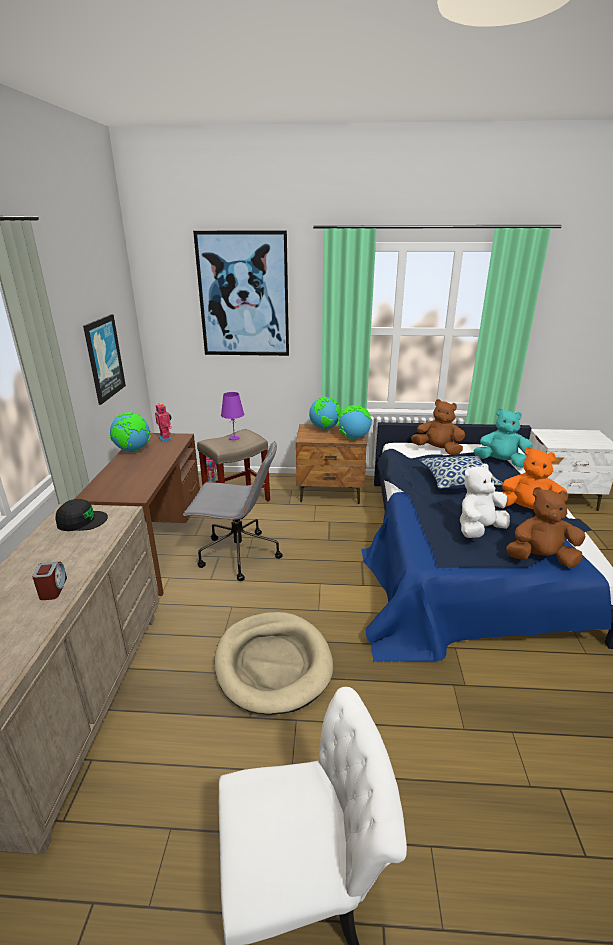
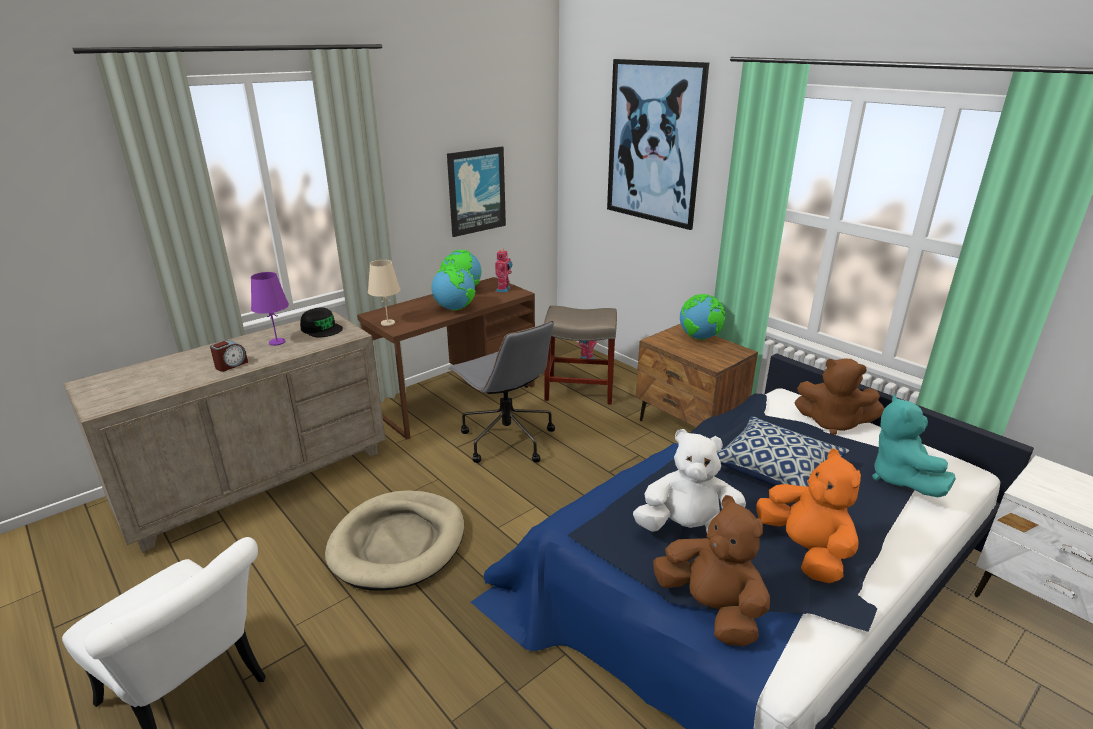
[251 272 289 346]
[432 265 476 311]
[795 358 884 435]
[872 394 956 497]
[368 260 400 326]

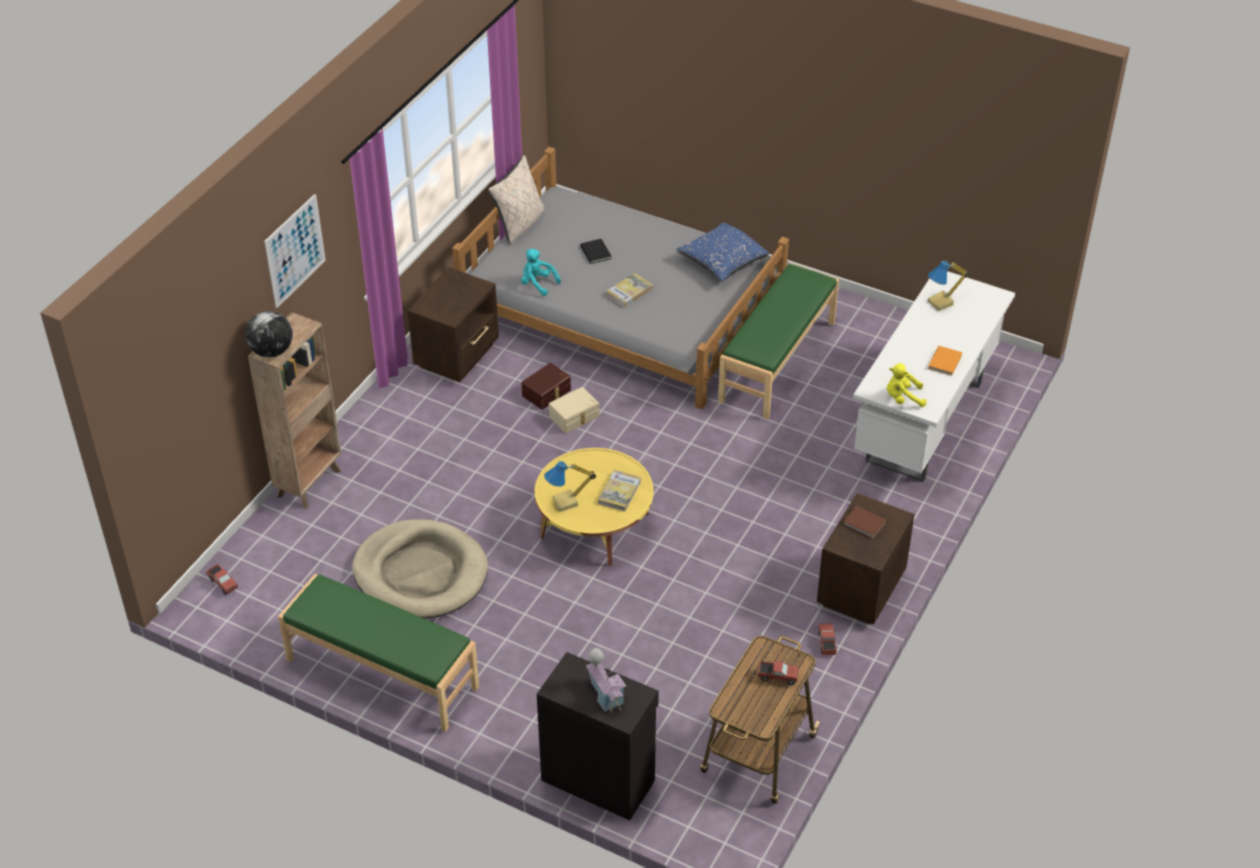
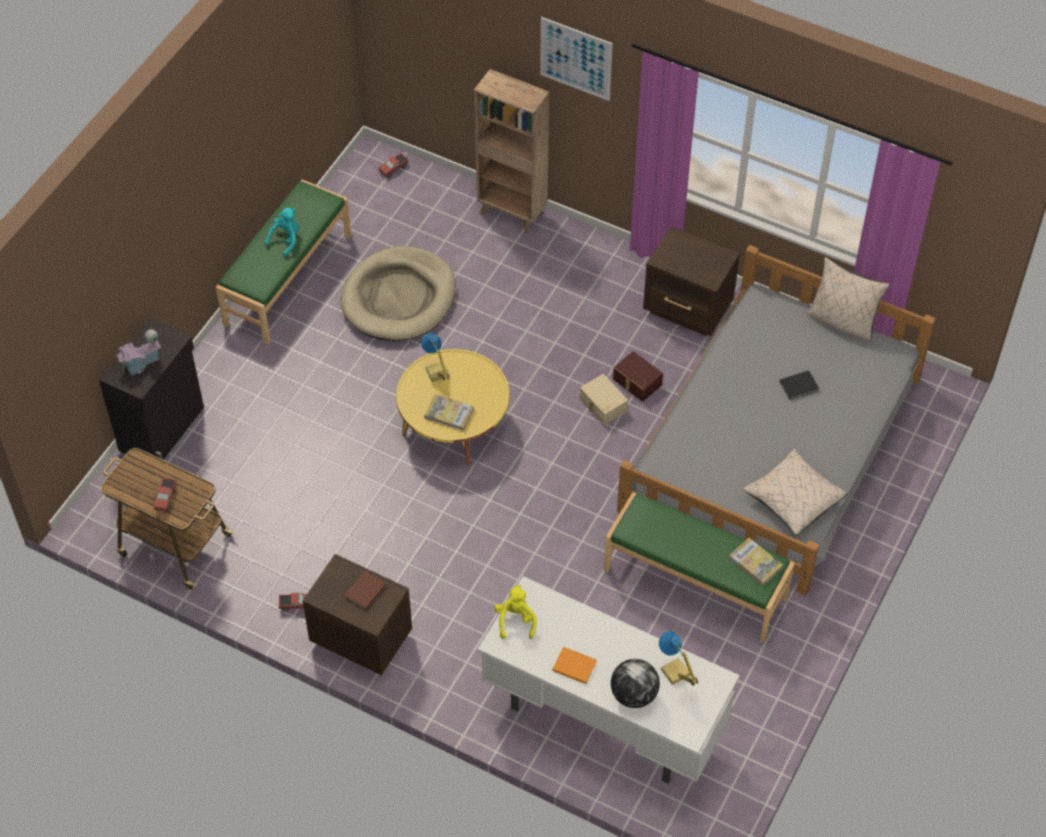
[611 659 660 708]
[265 208 299 257]
[729 538 783 586]
[743 449 848 536]

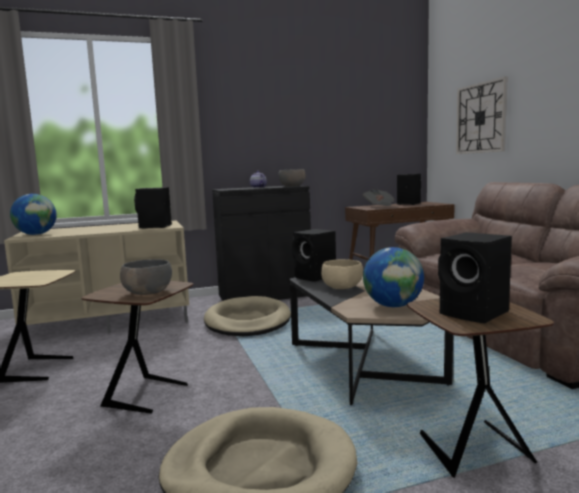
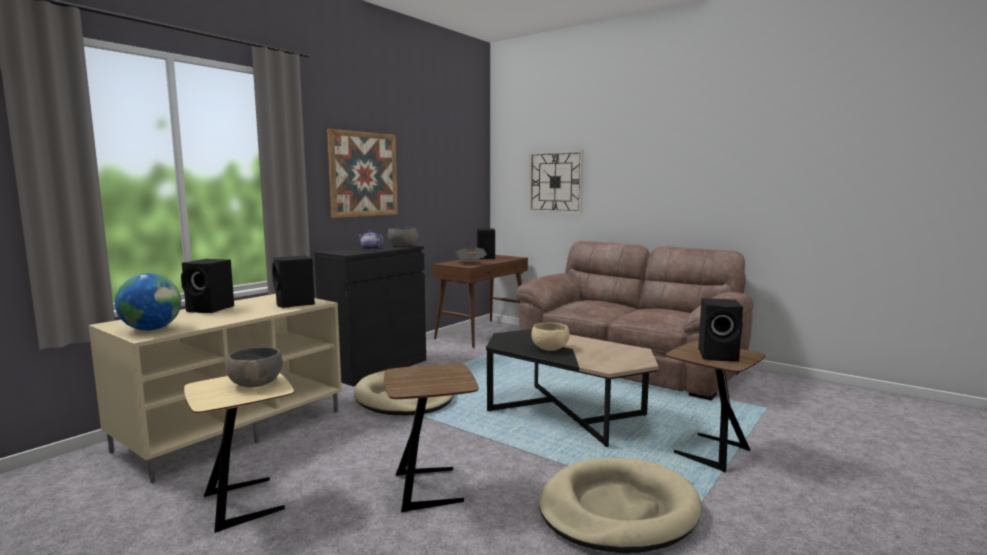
[226 347 283 387]
[181 259 234 313]
[363 247 424 307] (first image)
[327 129 398 218]

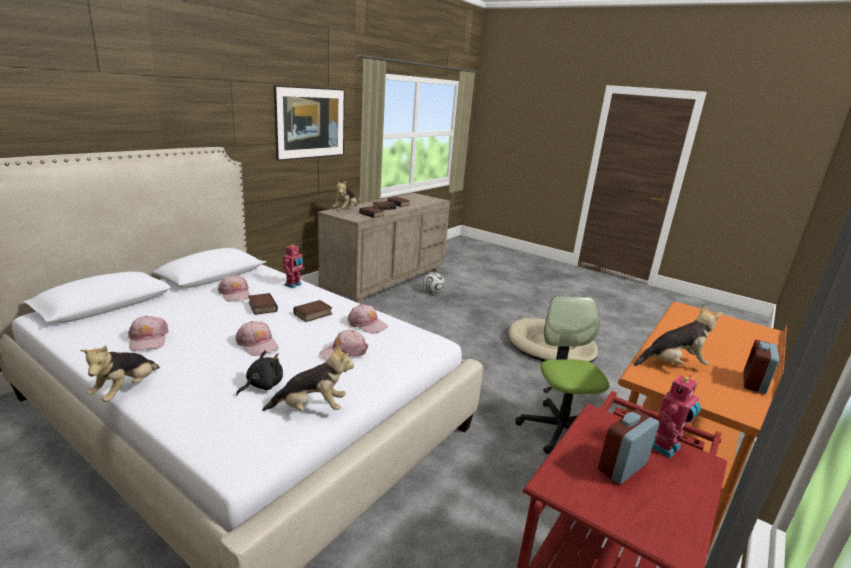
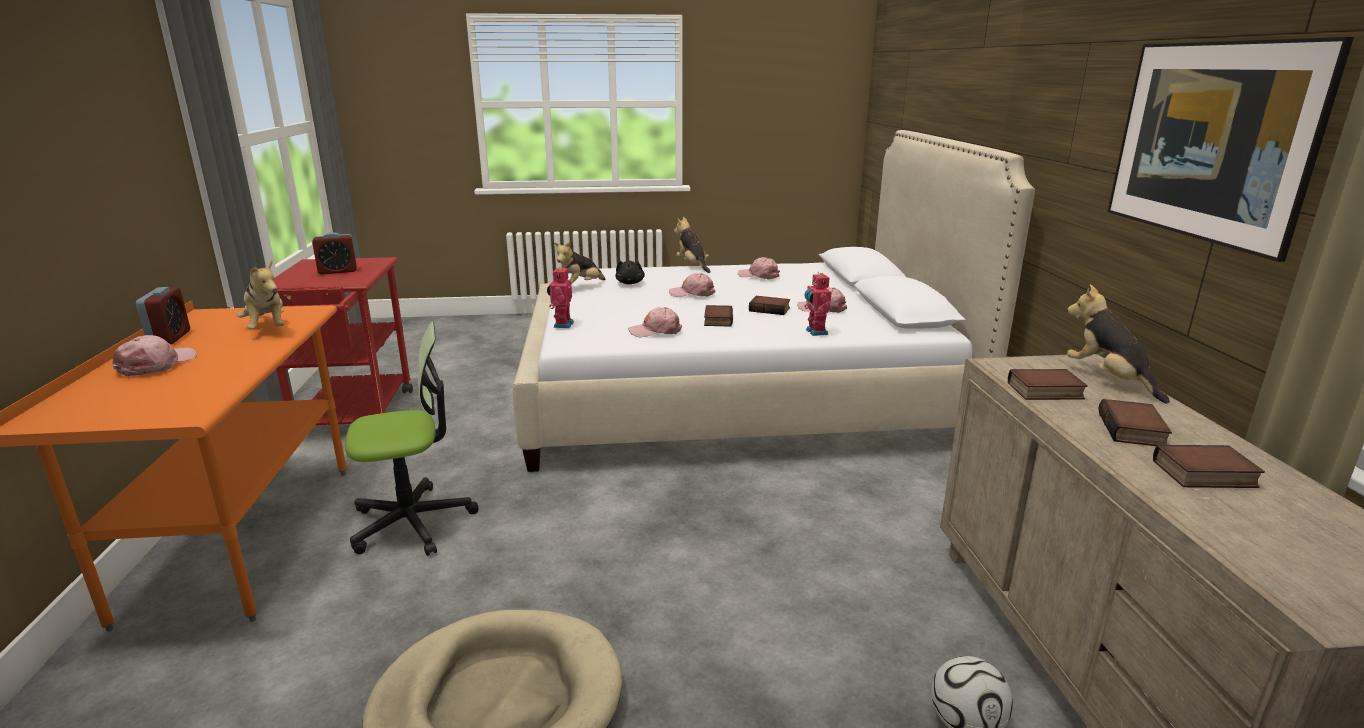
[113 335 197 376]
[345 322 479 556]
[312 232 357 275]
[237 260 284 329]
[547 266 574 328]

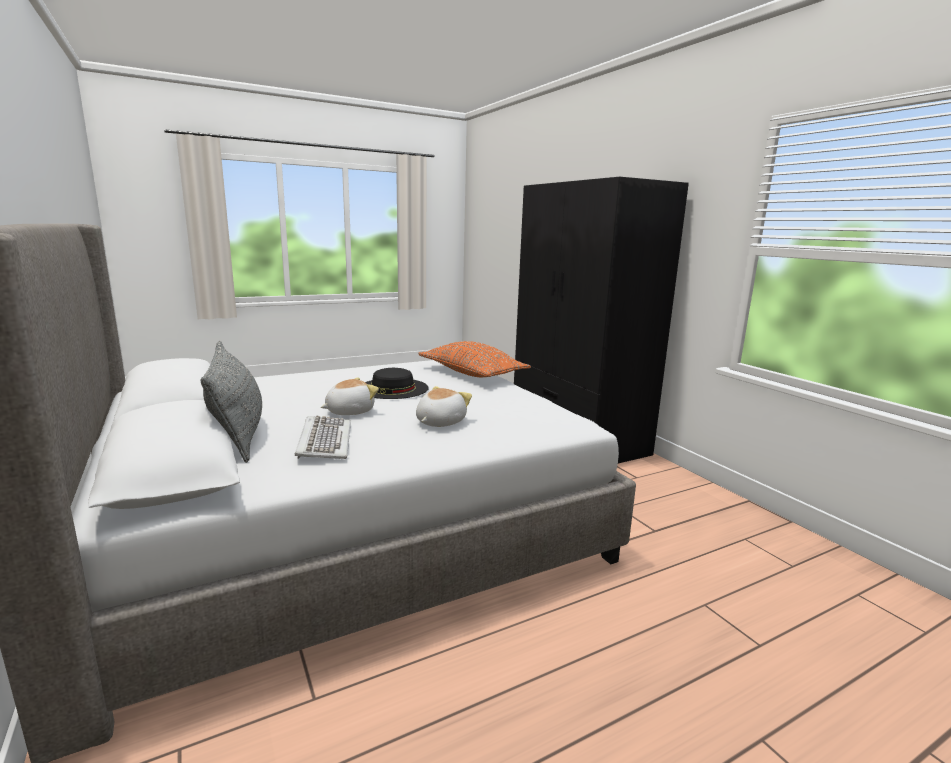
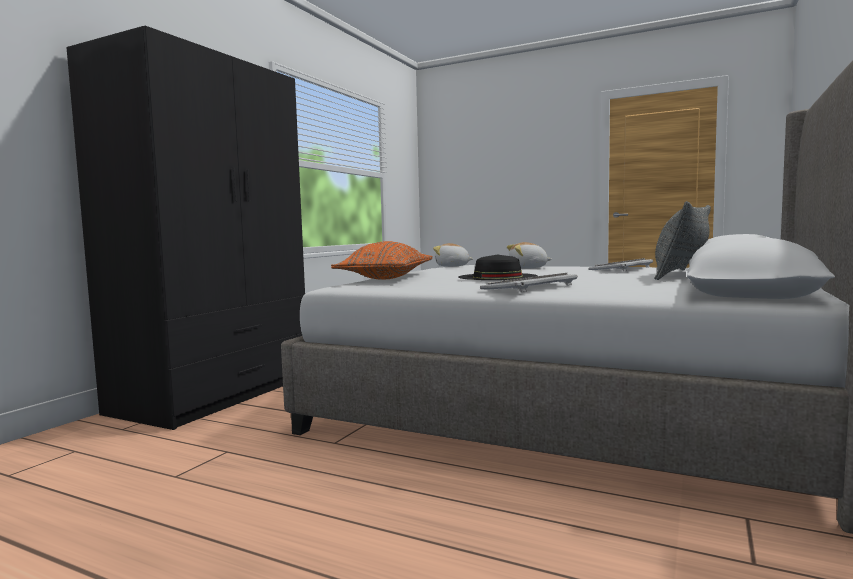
[433 243 473 267]
[480 273 578 293]

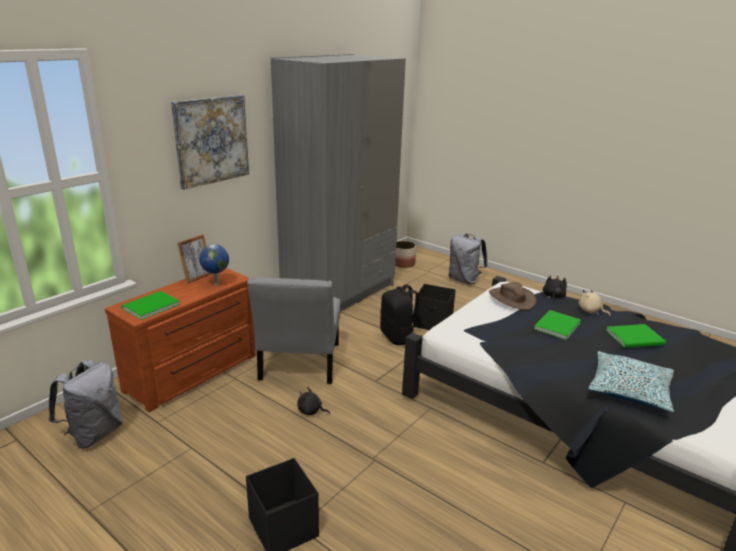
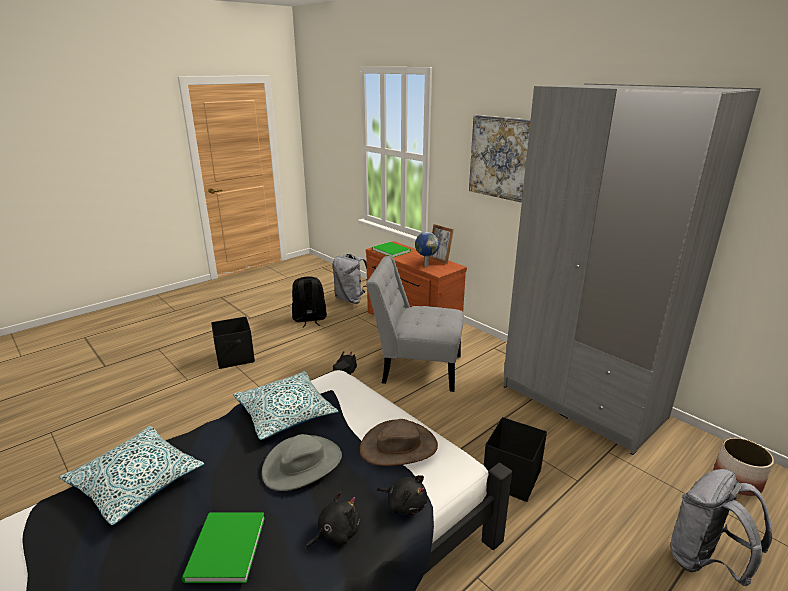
[292 276 327 328]
[262 434 342 491]
[305 491 360 549]
[233 371 339 440]

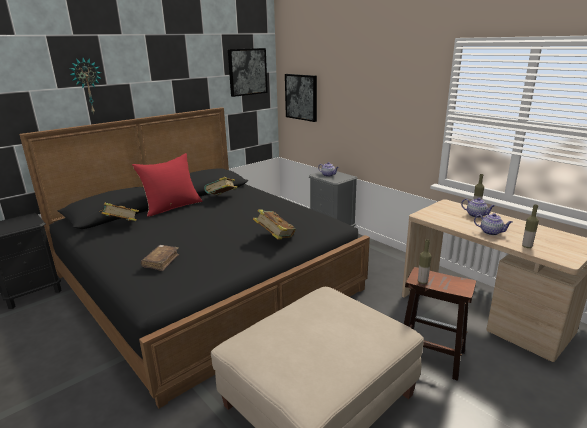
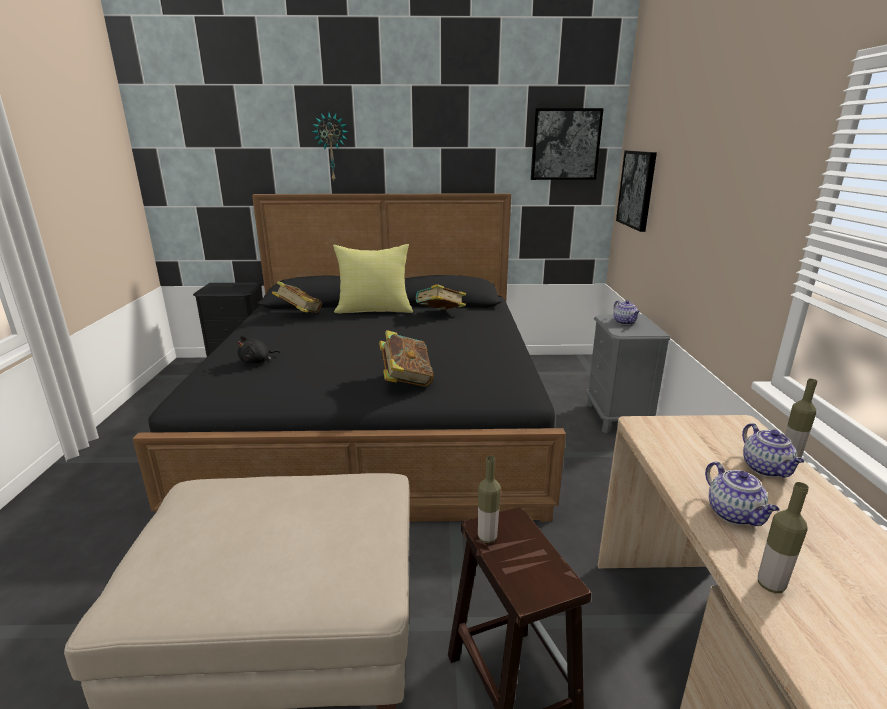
[333 244 413 314]
[237 336 280 364]

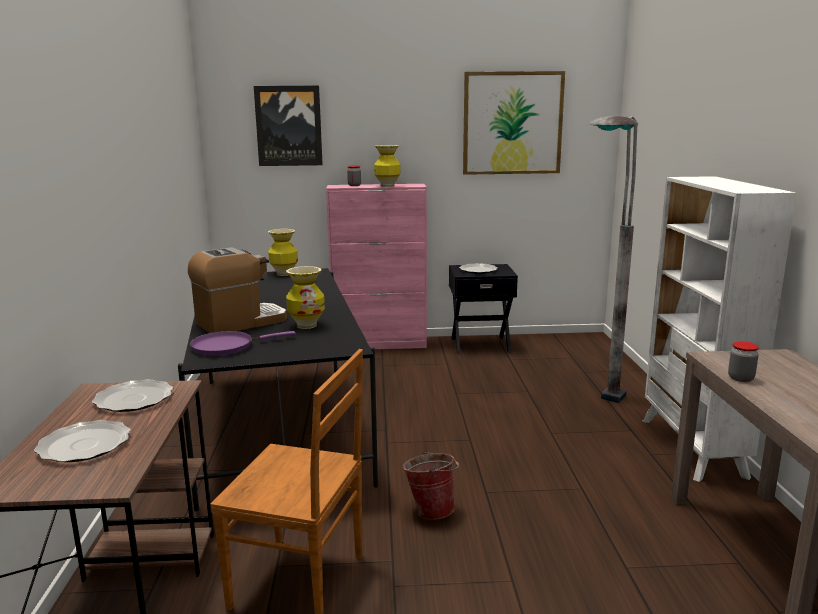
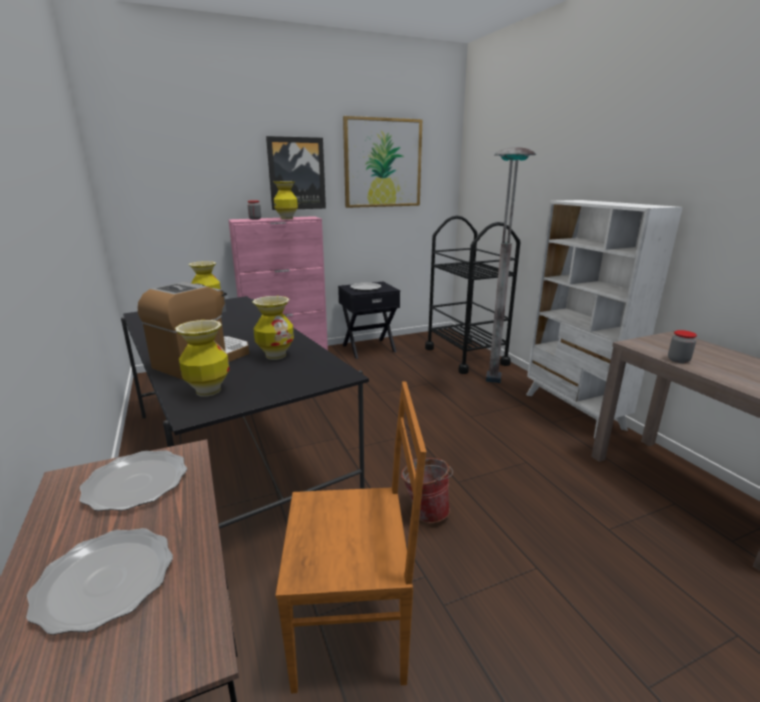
[175 320 230 397]
[266 136 326 210]
[425 216 520 374]

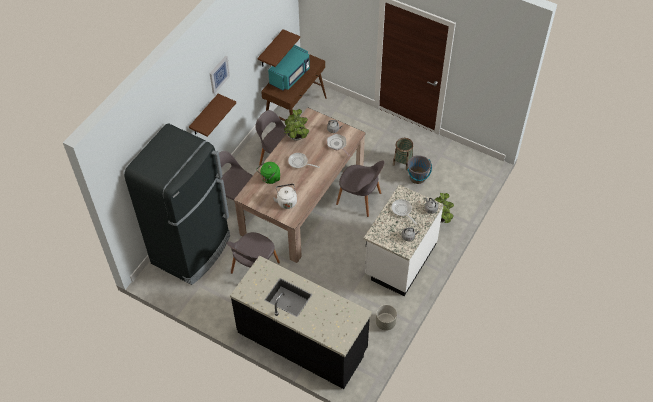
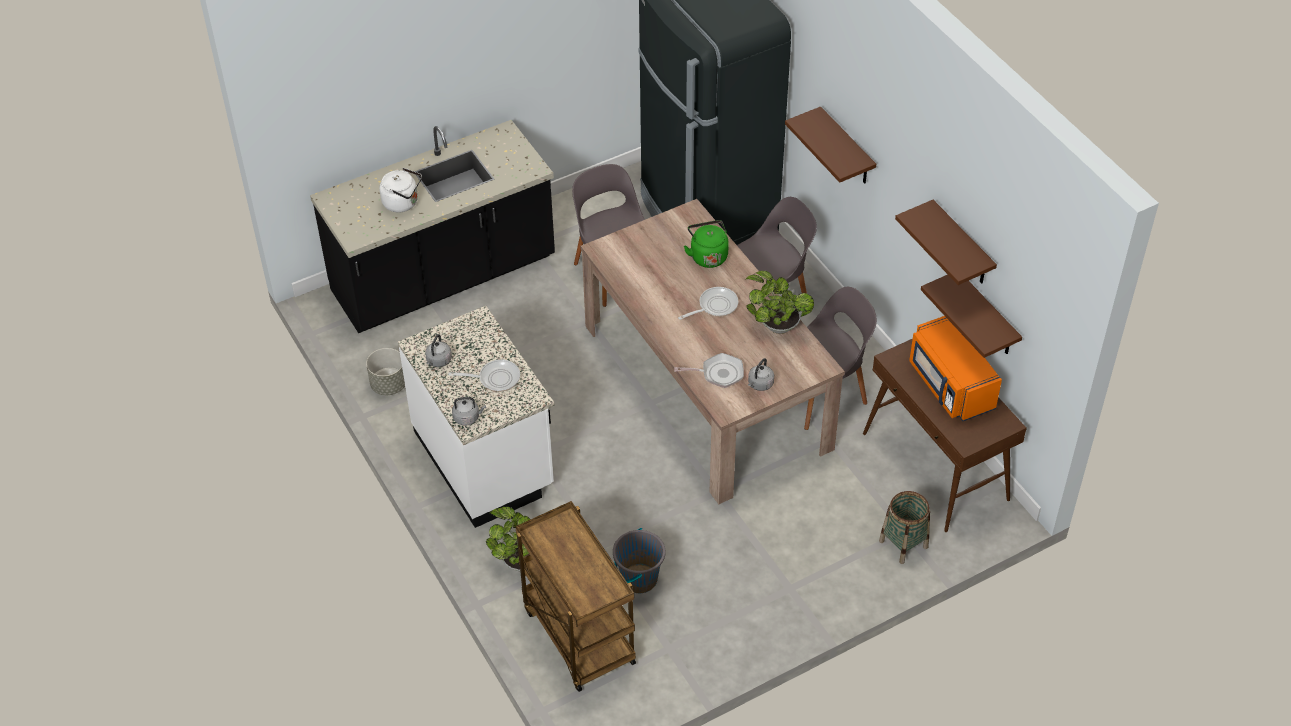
[210 56 230 94] (first image)
[909 316 1002 421]
[379 168 422 213]
[336 161 385 217] (first image)
[879 491 930 564]
[515 501 636 692]
[895 200 997 285]

